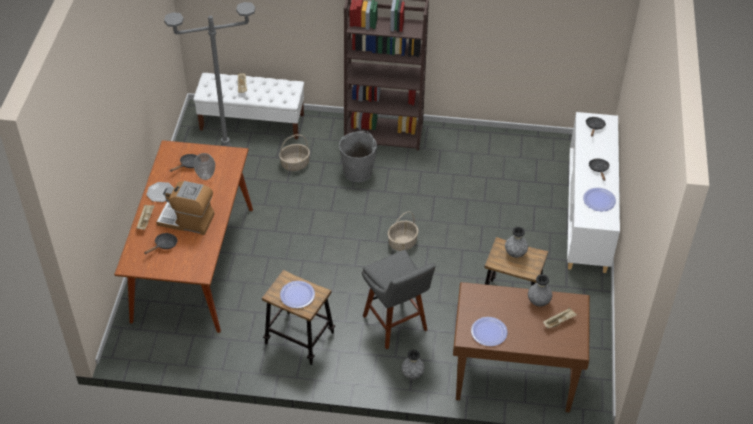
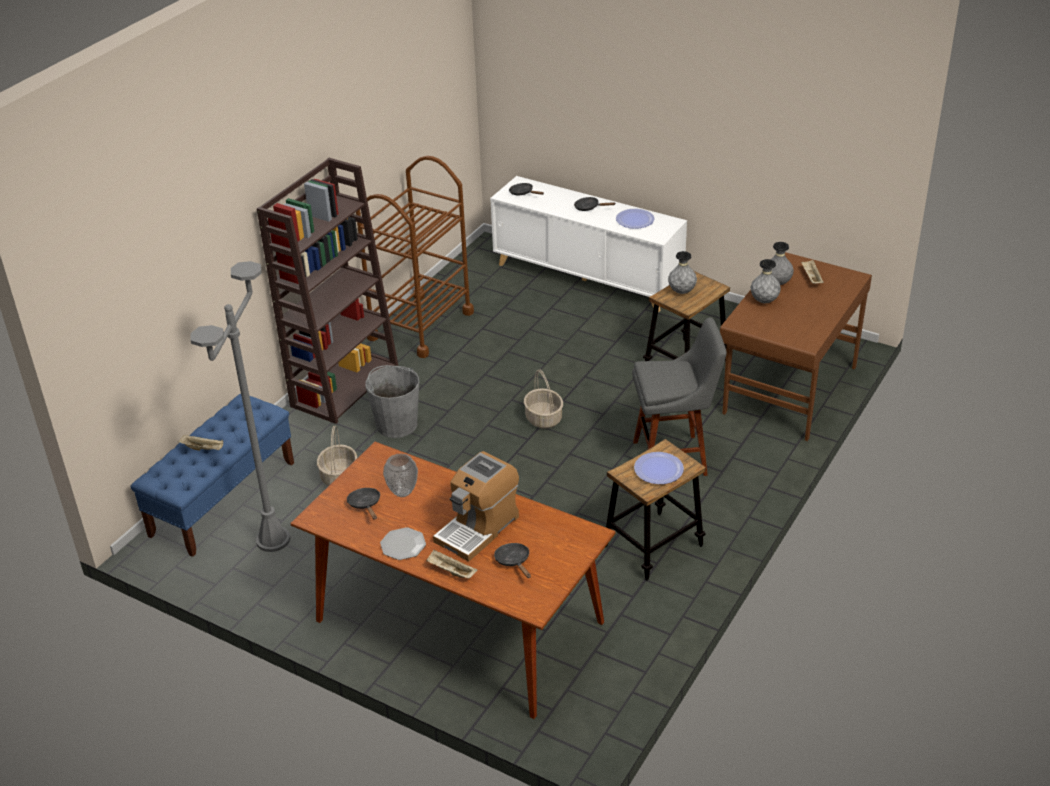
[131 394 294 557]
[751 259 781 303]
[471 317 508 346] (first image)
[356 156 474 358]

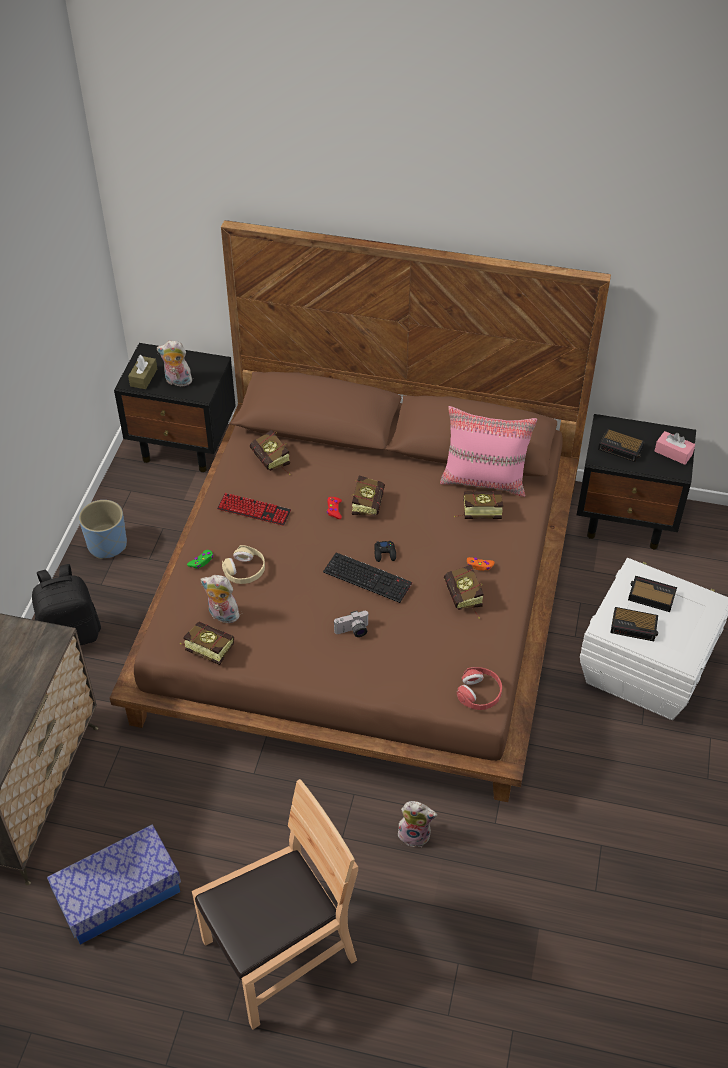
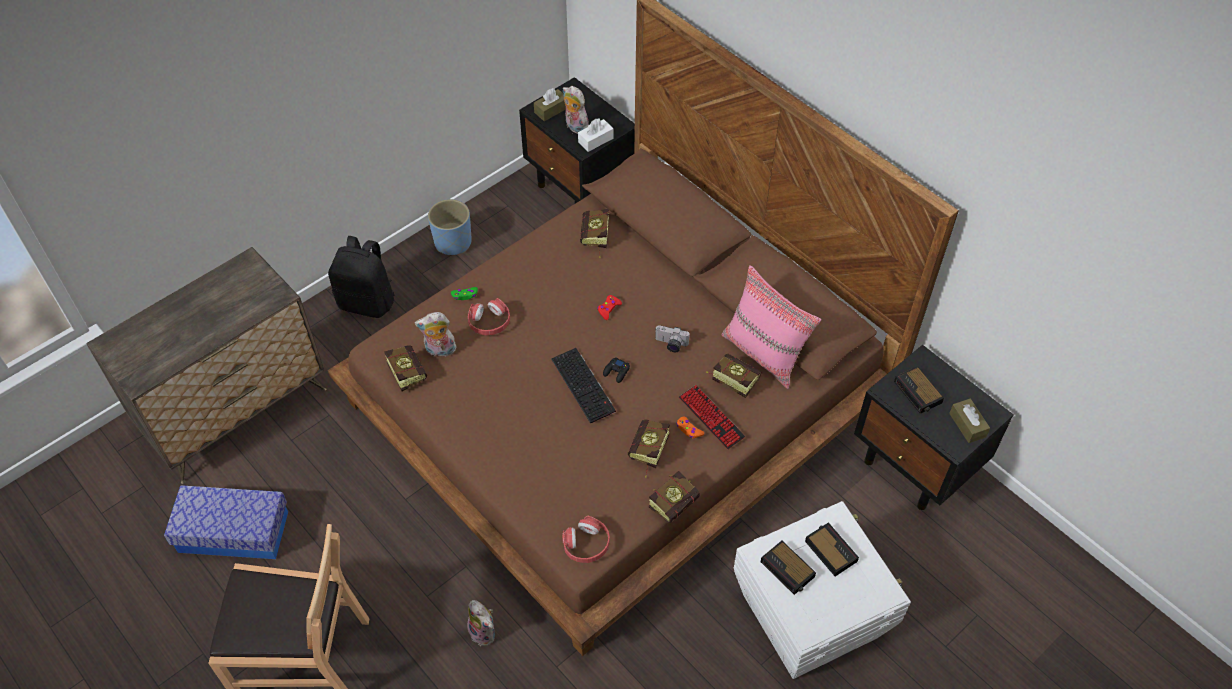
[415 312 457 357]
[679 385 745 449]
[468 298 510 335]
[655 325 689 352]
[649 471 700 523]
[949 399 990 443]
[578 118 614 152]

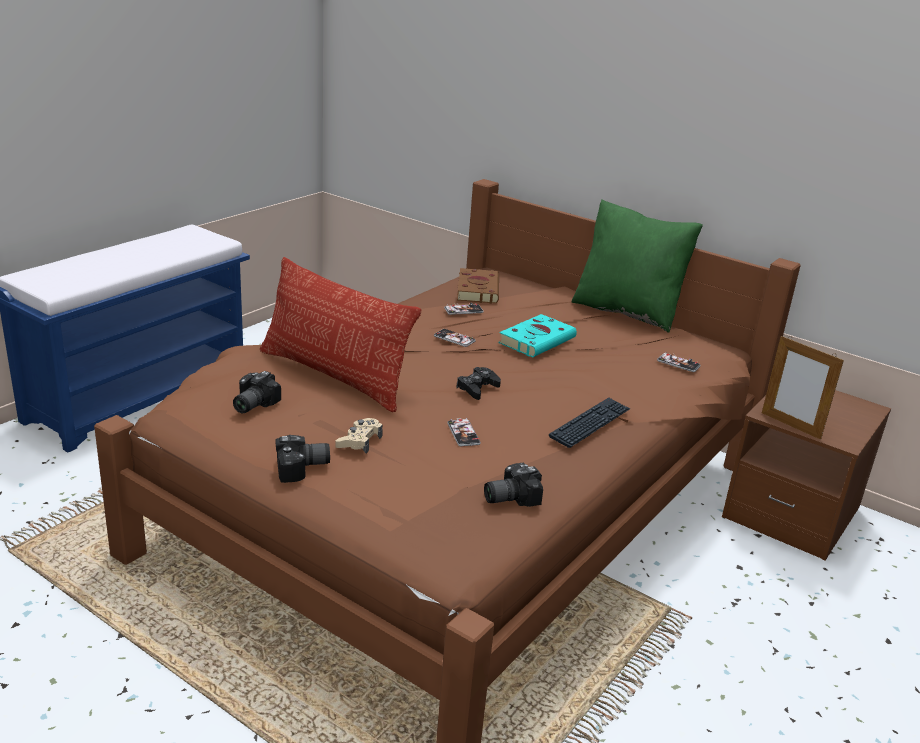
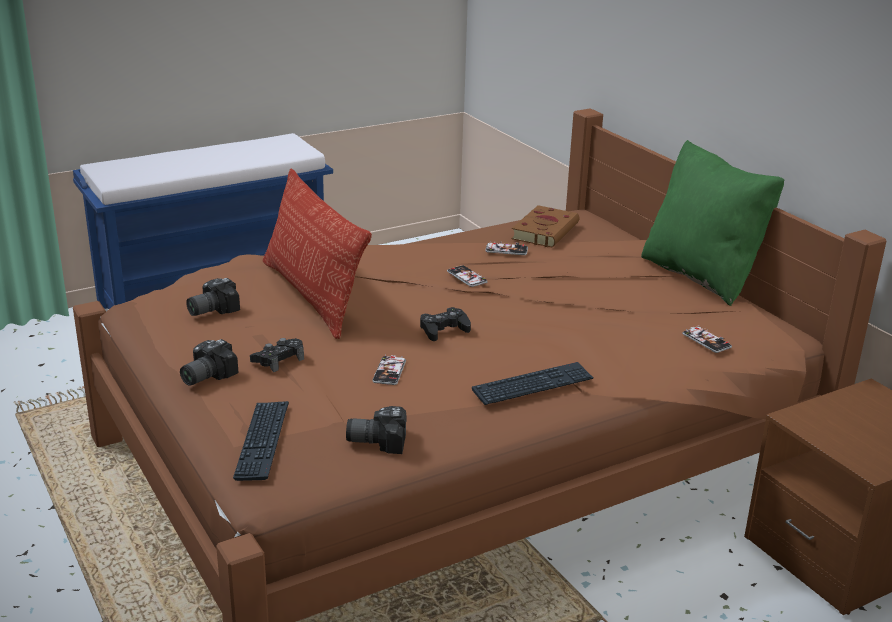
[180 339 238 386]
[250 338 304 372]
[498 314 577 357] (first image)
[762 336 844 440] (first image)
[233 401 289 481]

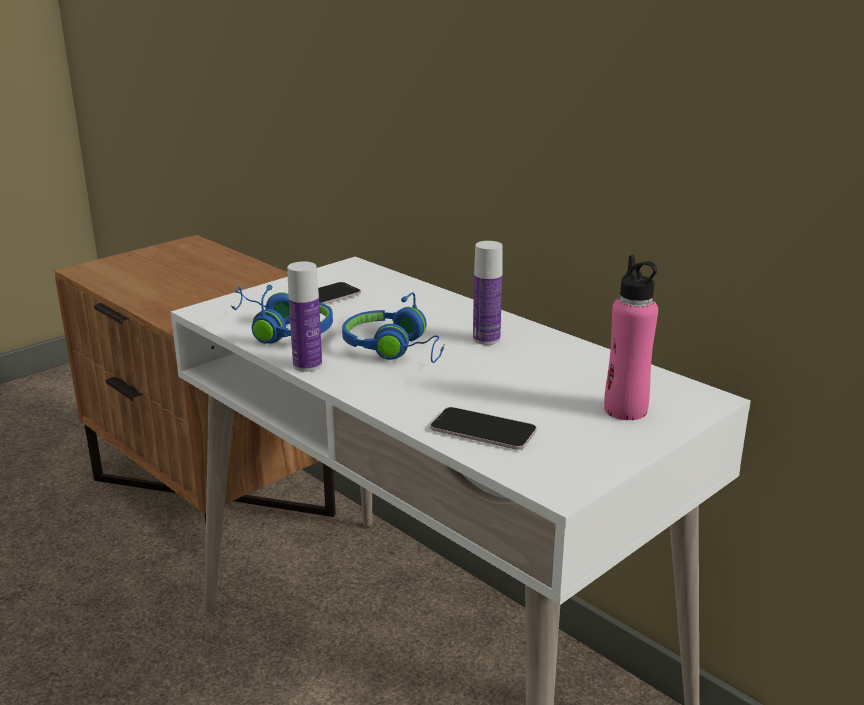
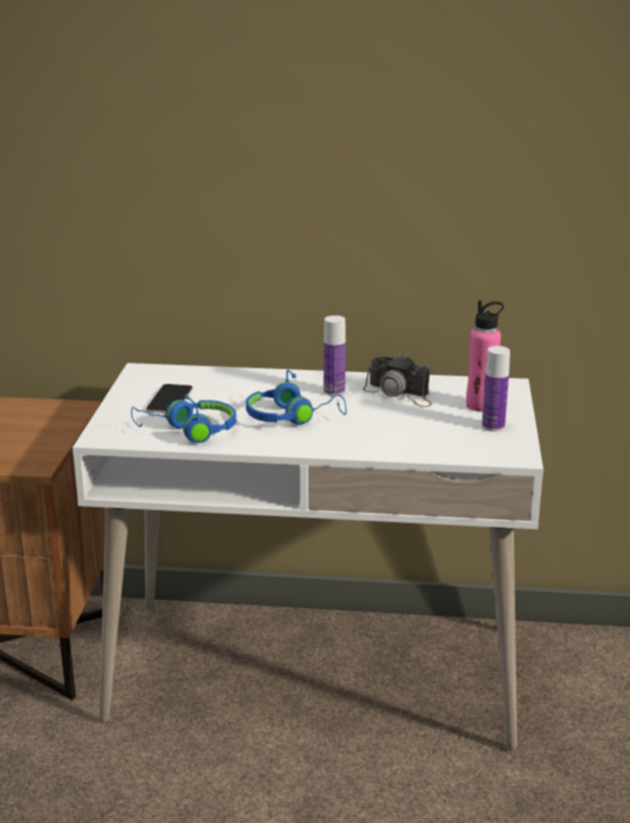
[482 346 510 432]
[430 407 537 450] (first image)
[363 354 432 407]

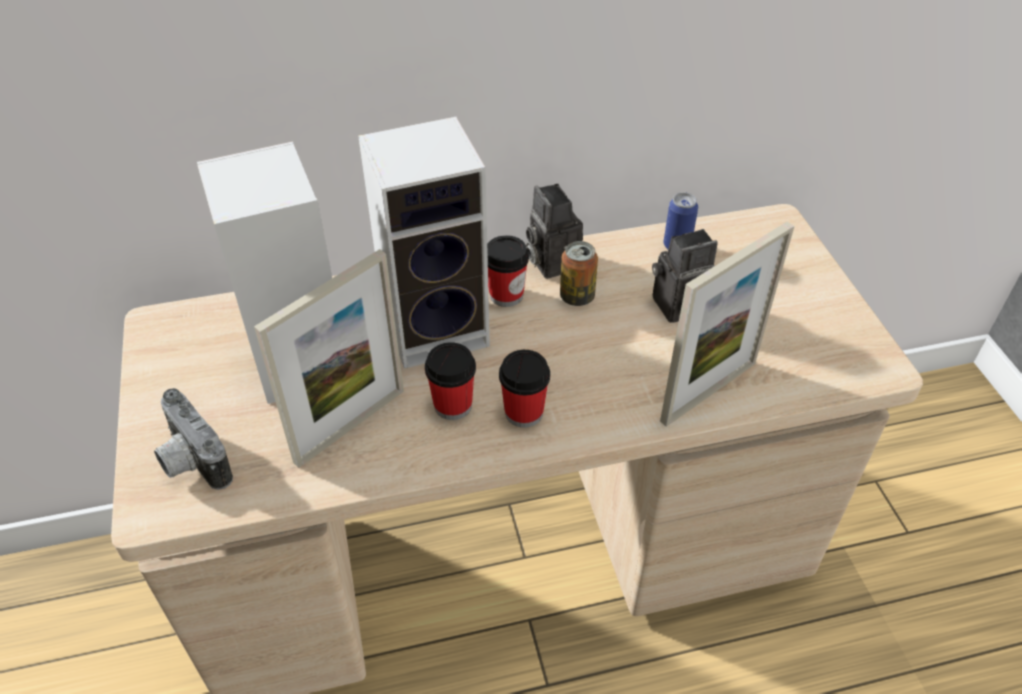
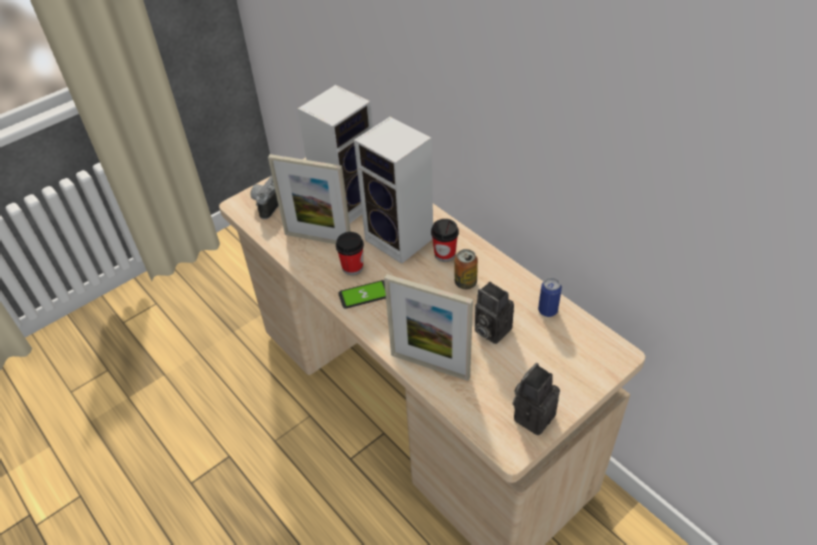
[338 280 386 309]
[513 363 560 435]

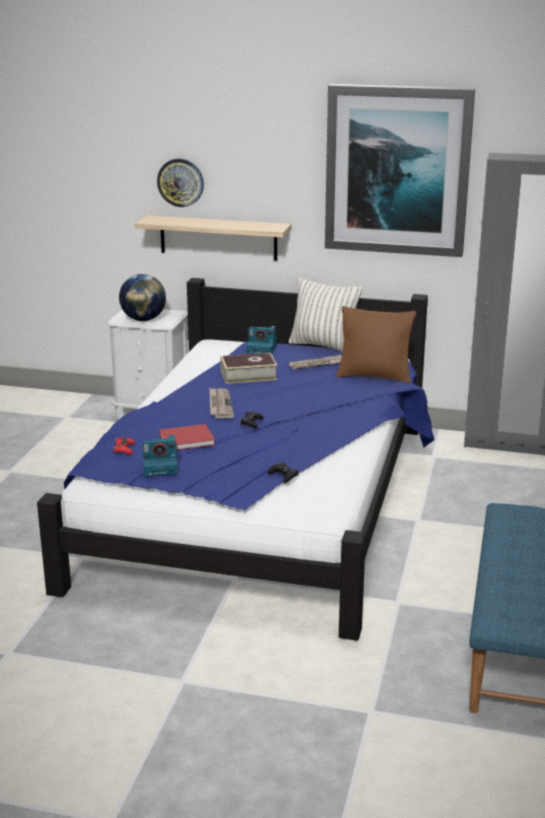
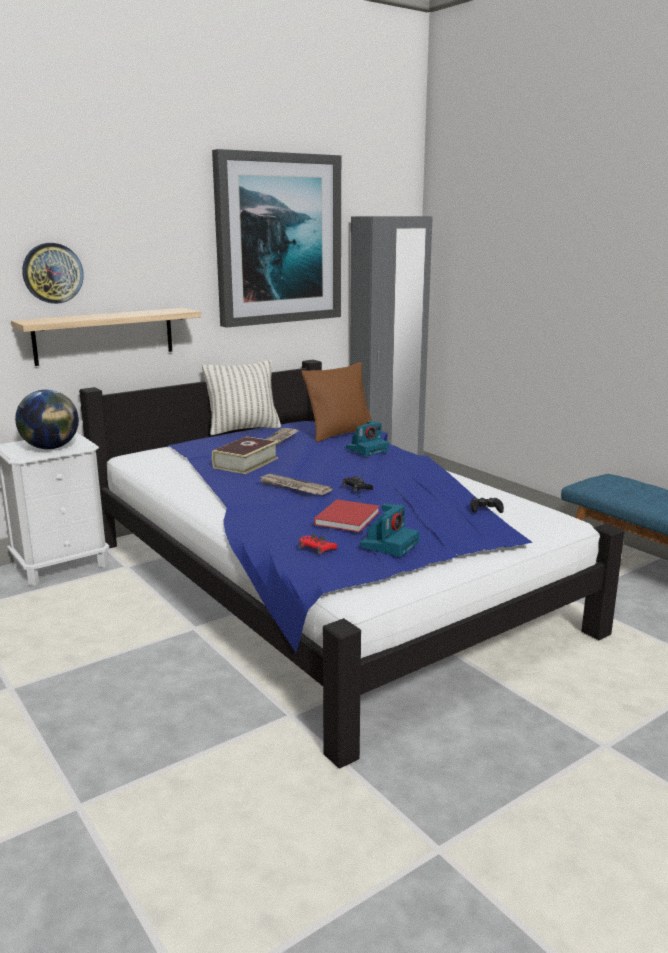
[346 421 389 456]

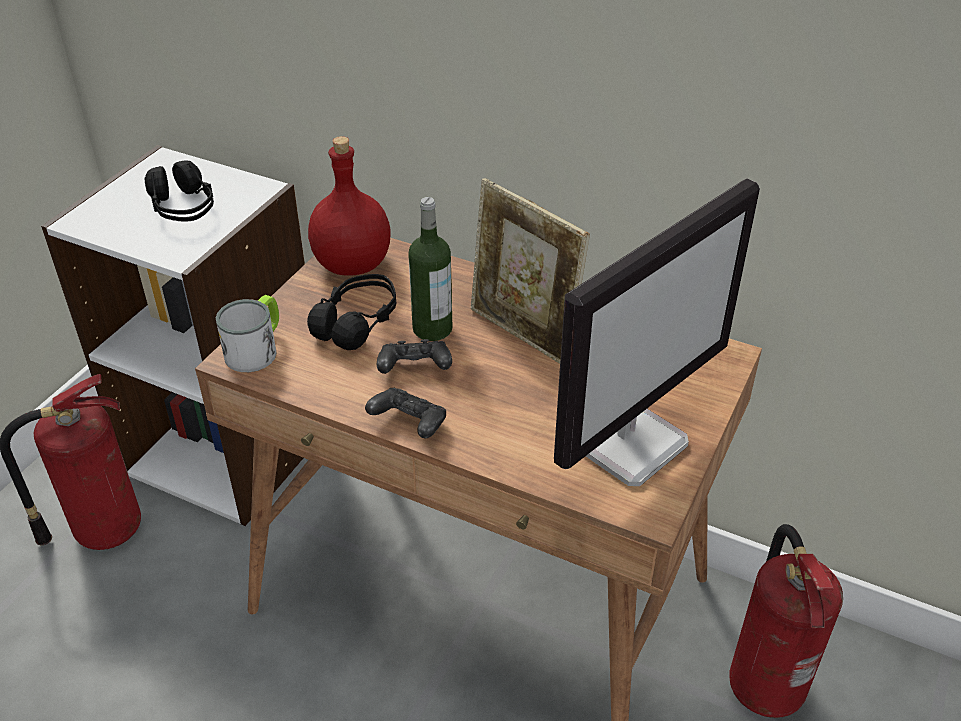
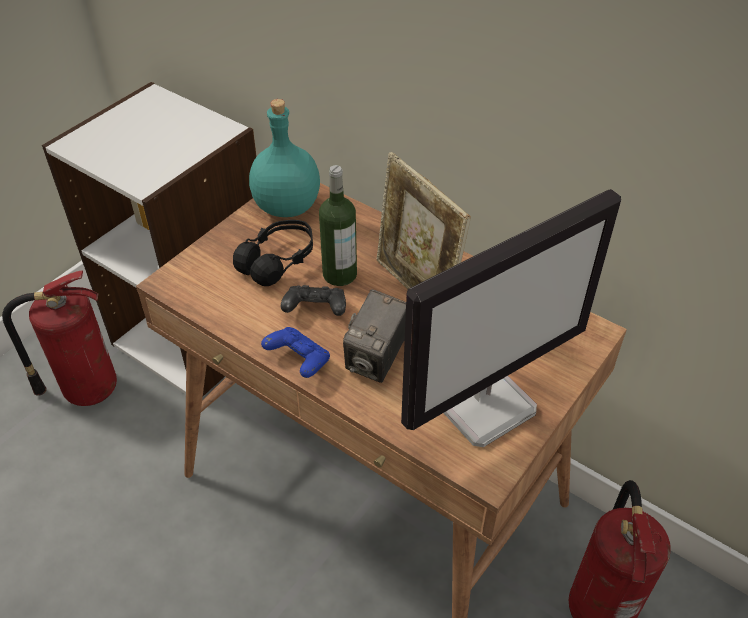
[145 160 214 222] (first image)
[216 295 279 372] (first image)
[249 99 320 217]
[261 327 330 378]
[343 289 406 383]

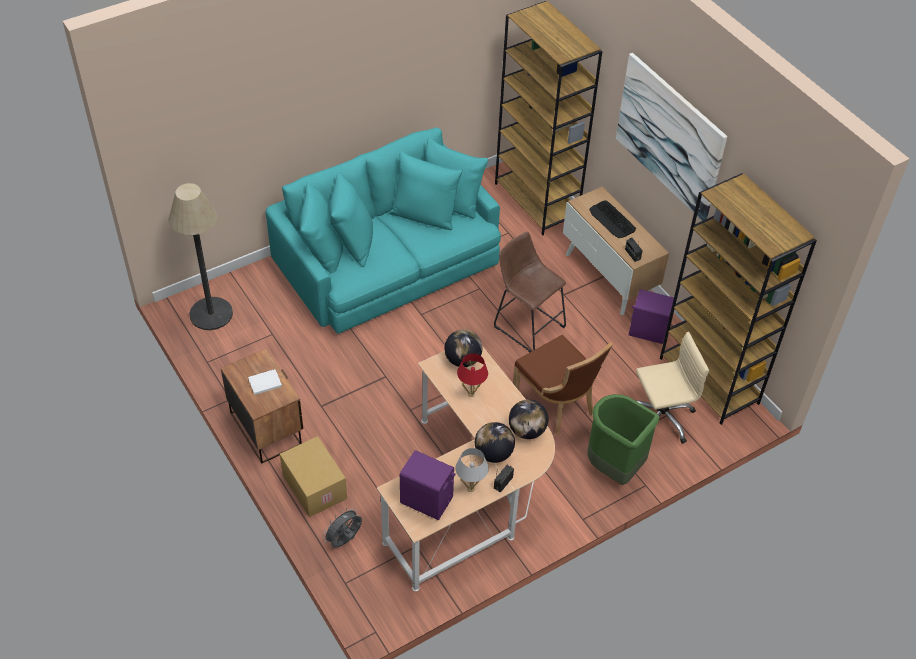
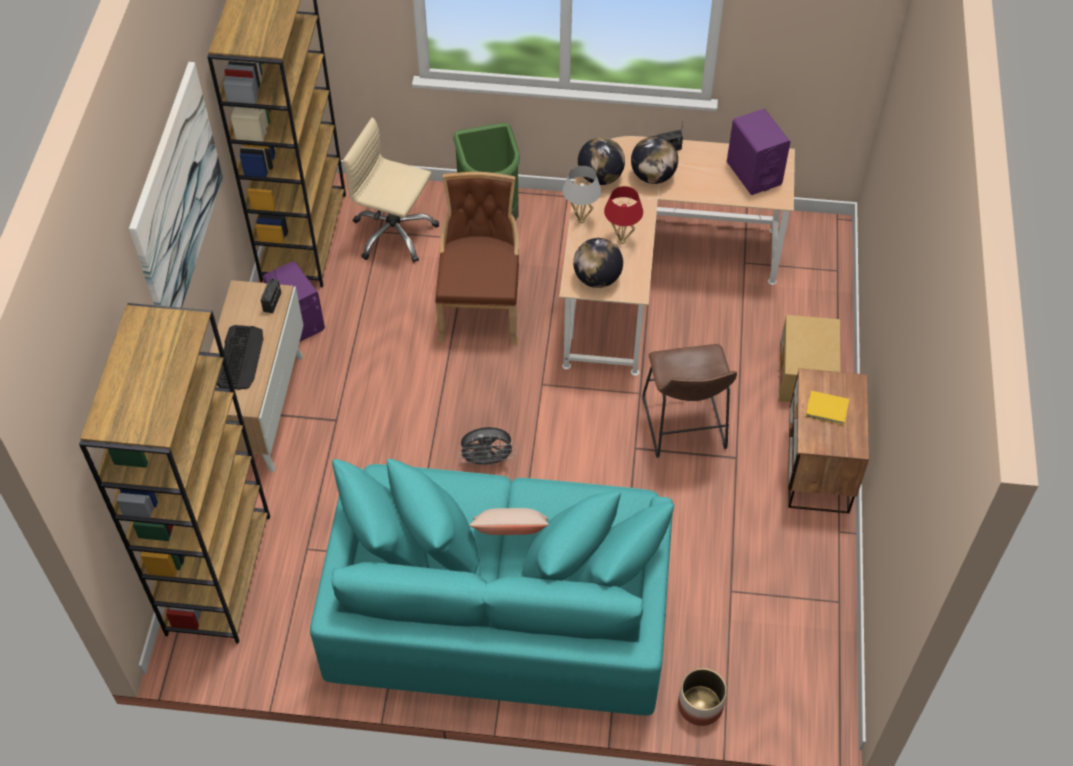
[169 183 233 330] (first image)
[806 391 849 425]
[458 427 516 469]
[563 166 601 223]
[642 344 737 458]
[470 508 548 535]
[678 668 727 726]

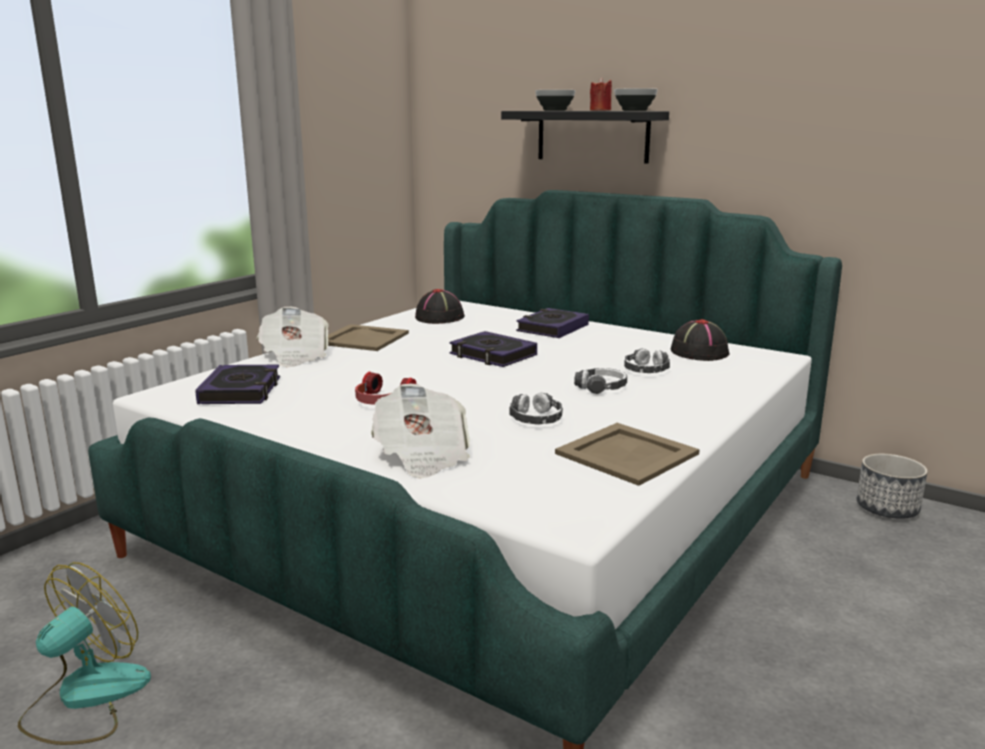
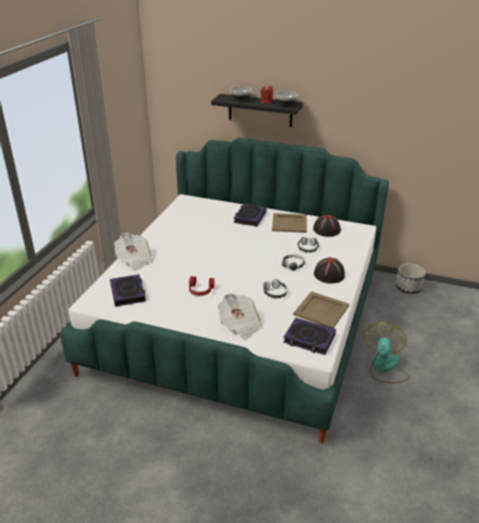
[363 322 410 384]
[272 213 307 233]
[314 257 345 284]
[283 318 336 355]

